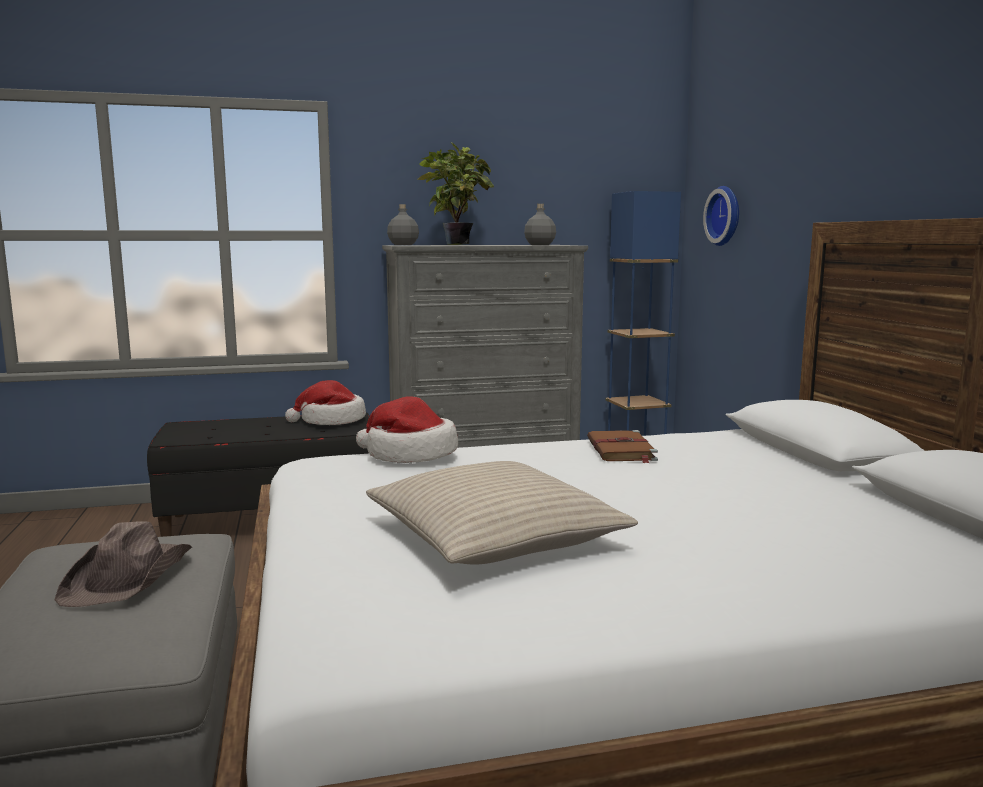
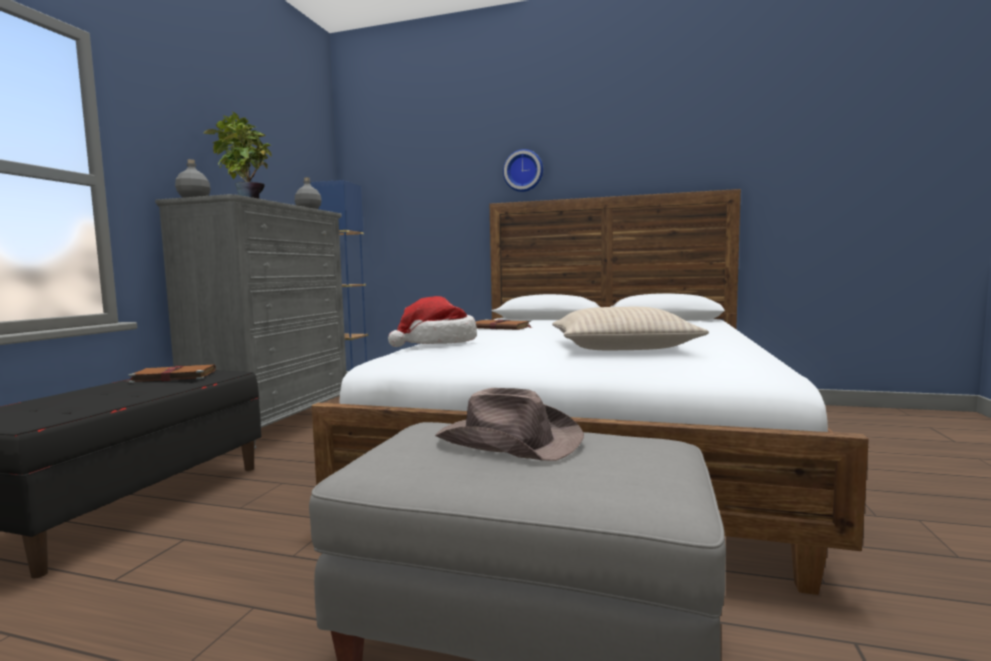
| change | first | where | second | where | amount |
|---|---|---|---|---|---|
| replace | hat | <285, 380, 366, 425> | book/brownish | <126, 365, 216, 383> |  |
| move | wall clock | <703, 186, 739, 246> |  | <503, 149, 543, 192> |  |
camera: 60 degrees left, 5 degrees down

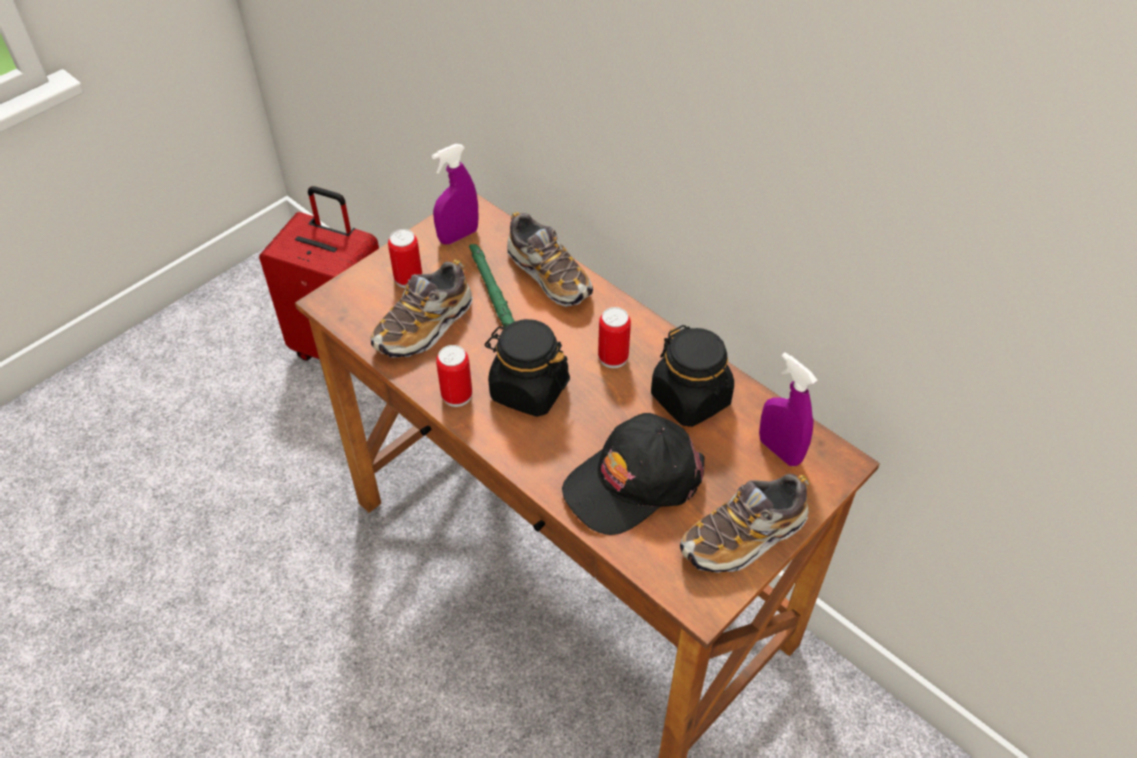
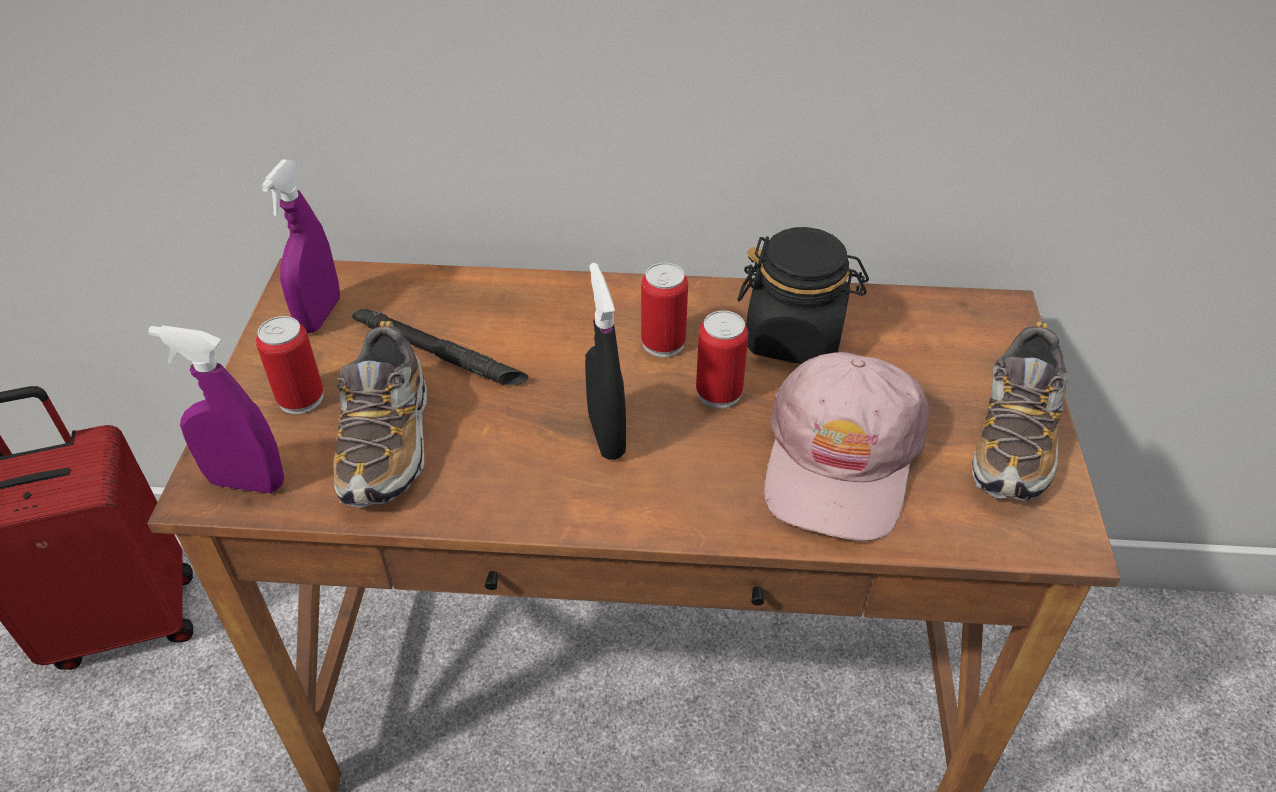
| change | first | where | second | where | amount |
|---|---|---|---|---|---|
| move | spray bottle/purple-coloured | <759, 352, 817, 466> |  | <148, 325, 284, 493> |  |
| recolor | torch/green | <469, 244, 515, 328> | torch/blackish | <352, 308, 528, 385> |  |
| replace | jar/blackish | <484, 319, 570, 417> | spray bottle/blackish | <585, 263, 626, 460> |  |
| move | sealed can | <436, 345, 472, 407> |  | <696, 311, 748, 409> |  |
| recolor | cap/blackish | <562, 413, 705, 535> | cap/pinkish | <764, 352, 929, 541> |  |
| delete | item of footwear | <507, 212, 593, 307> |  |  |  |
camera: 40 degrees left, 5 degrees down

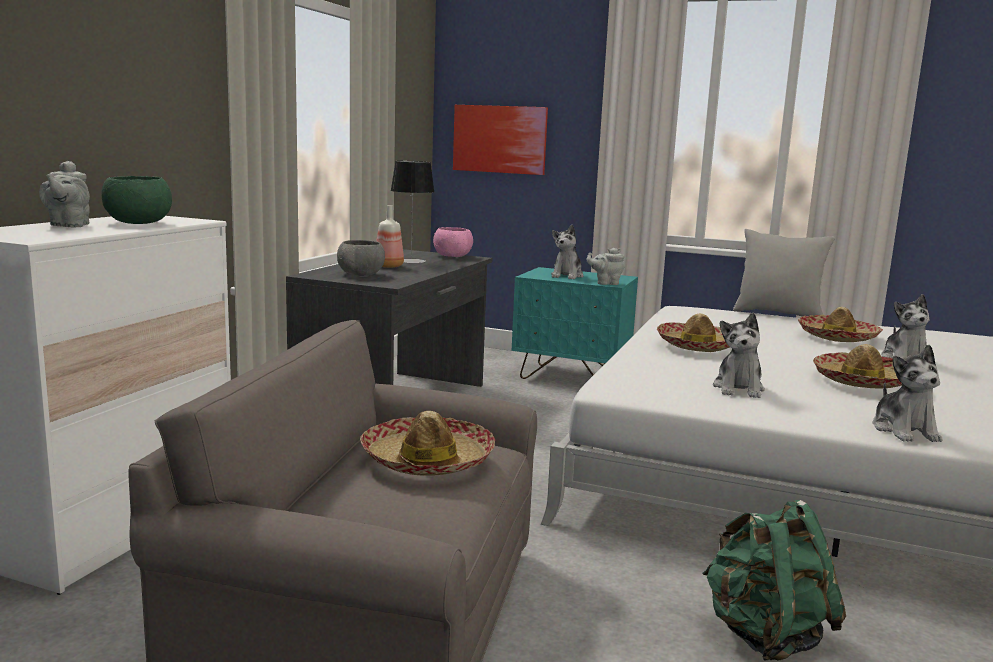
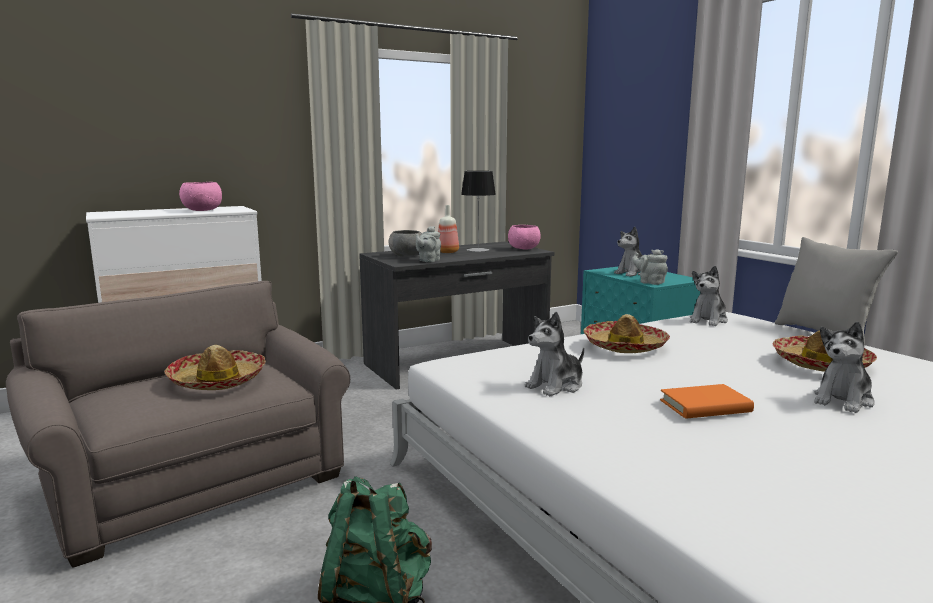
| change | first | where | second | where | amount |
|---|---|---|---|---|---|
| recolor | serving bowl/green | <101, 176, 172, 224> | serving bowl/pinkish | <179, 182, 222, 211> |  |
| move | tea pot/gray | <39, 161, 90, 227> |  | <416, 226, 441, 262> |  |
| replace | hat | <813, 344, 902, 388> | book/orange | <660, 384, 754, 419> |  |
| move | cuddly toy | <872, 345, 942, 442> |  | <690, 266, 728, 326> |  |
| delete | wall picture | <453, 105, 548, 175> |  |  |  |
camera: 40 degrees right, 0 degrees up

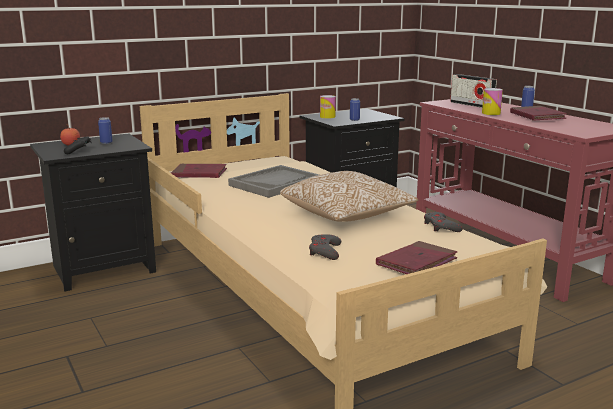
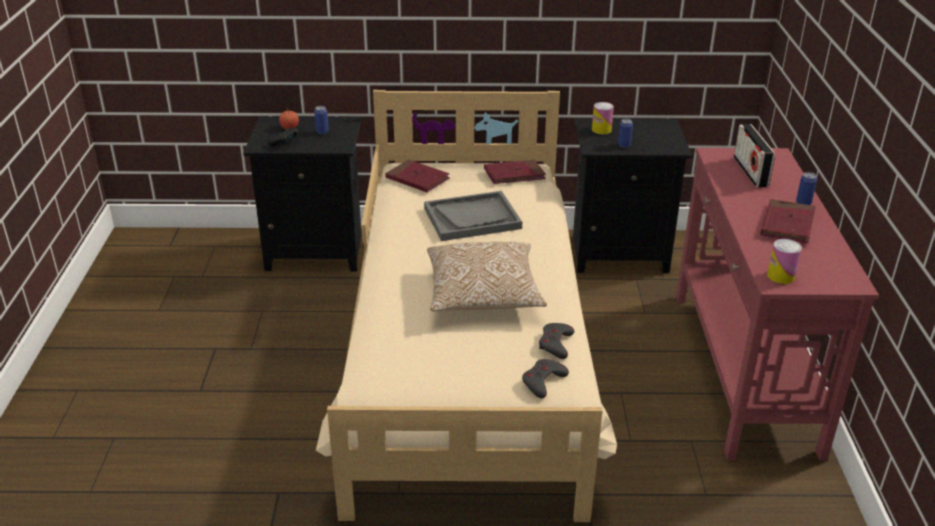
| change | first | where | second | where | amount |
|---|---|---|---|---|---|
| move | book/red | <376, 241, 457, 274> |  | <484, 159, 546, 184> |  |
| move | gamepad/gray | <309, 234, 341, 260> |  | <522, 359, 569, 398> |  |
| move | sealed can | <482, 88, 503, 115> |  | <767, 239, 802, 284> |  |
camera: 30 degrees right, 15 degrees up

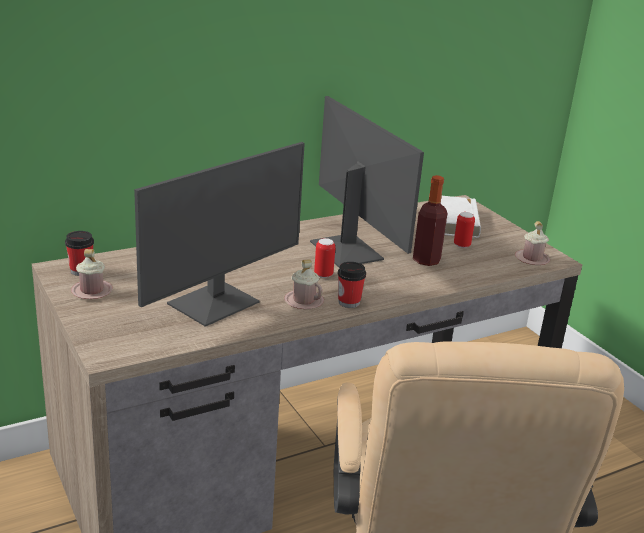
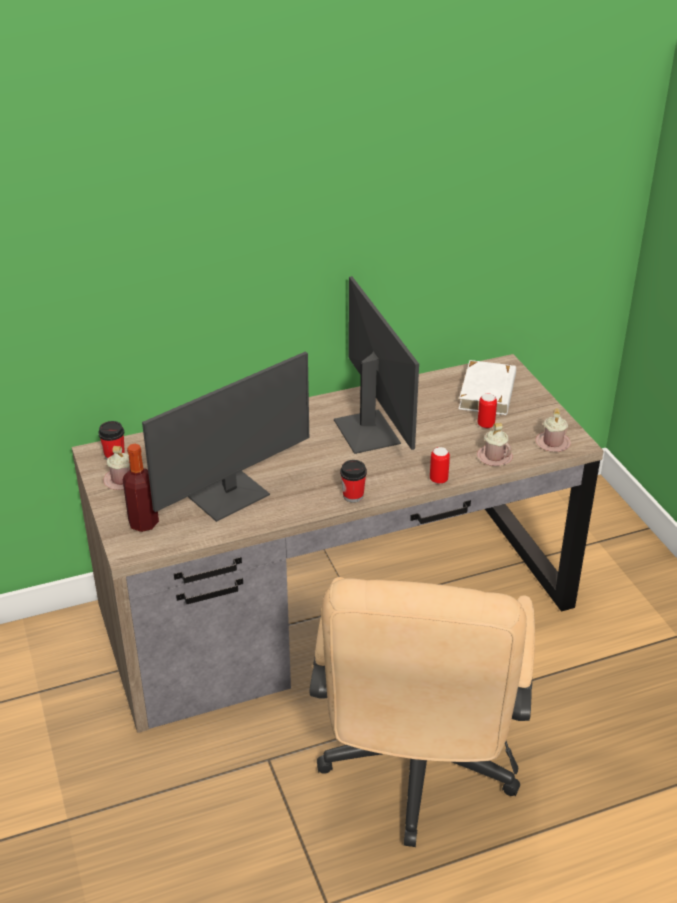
| change | first | where | second | where | amount |
|---|---|---|---|---|---|
| move | beverage bottle | <413, 175, 447, 266> |  | <123, 444, 159, 532> |  |
| move | sealed can | <314, 238, 336, 278> |  | <430, 447, 450, 484> |  |
| move | coffee mug/pinkish | <284, 259, 324, 309> |  | <477, 423, 513, 466> |  |
camera: 10 degrees right, 10 degrees up

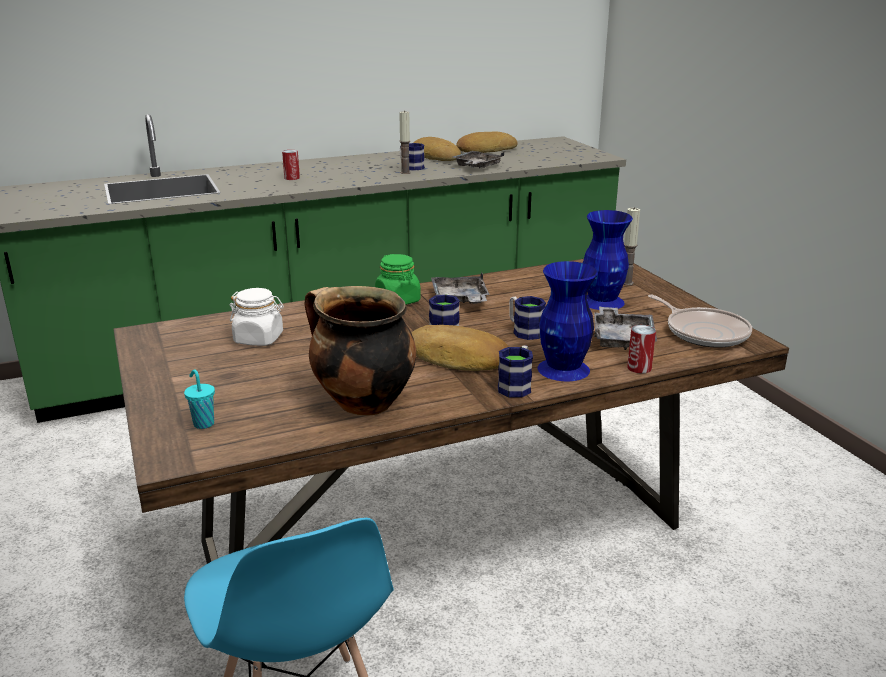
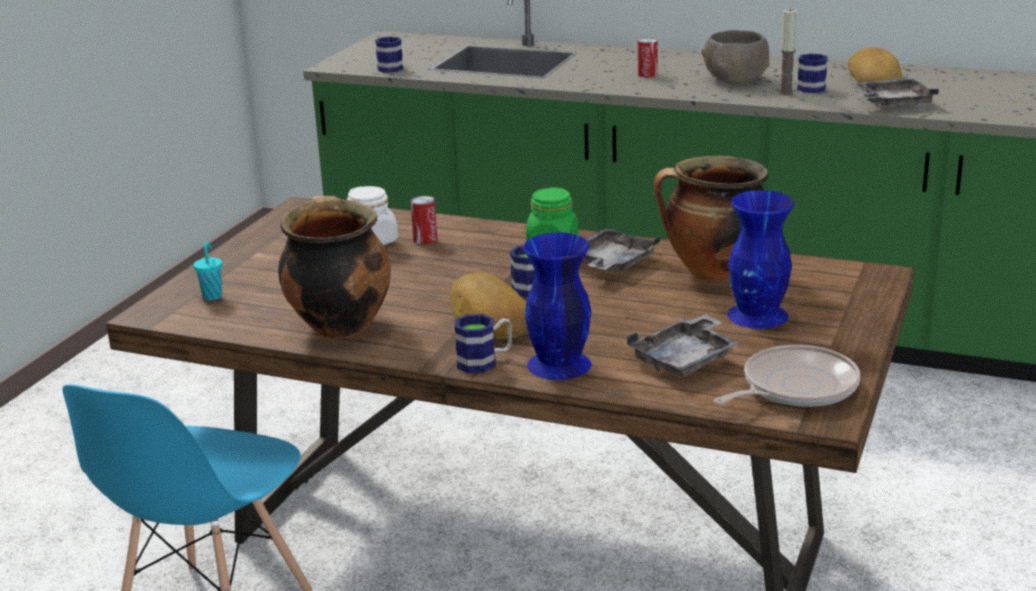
| change | first | where | second | where | amount |
|---|---|---|---|---|---|
| move | coffee mug | <509, 296, 546, 340> |  | <375, 36, 403, 73> |  |
| move | sealed can | <627, 325, 656, 374> |  | <410, 196, 437, 245> |  |
| insert |  |  | saucepot | <654, 156, 769, 282> |  |
| insert |  |  | serving bowl/gray | <701, 30, 770, 83> |  |
| rotate | frying pan | <648, 295, 752, 348> |  | <714, 345, 861, 407> | 135 degrees counterclockwise |
| delete | bread | <456, 131, 518, 153> |  |  |  |
| delete | wax candle | <624, 207, 640, 285> |  |  |  |
camera: 45 degrees right, 0 degrees up

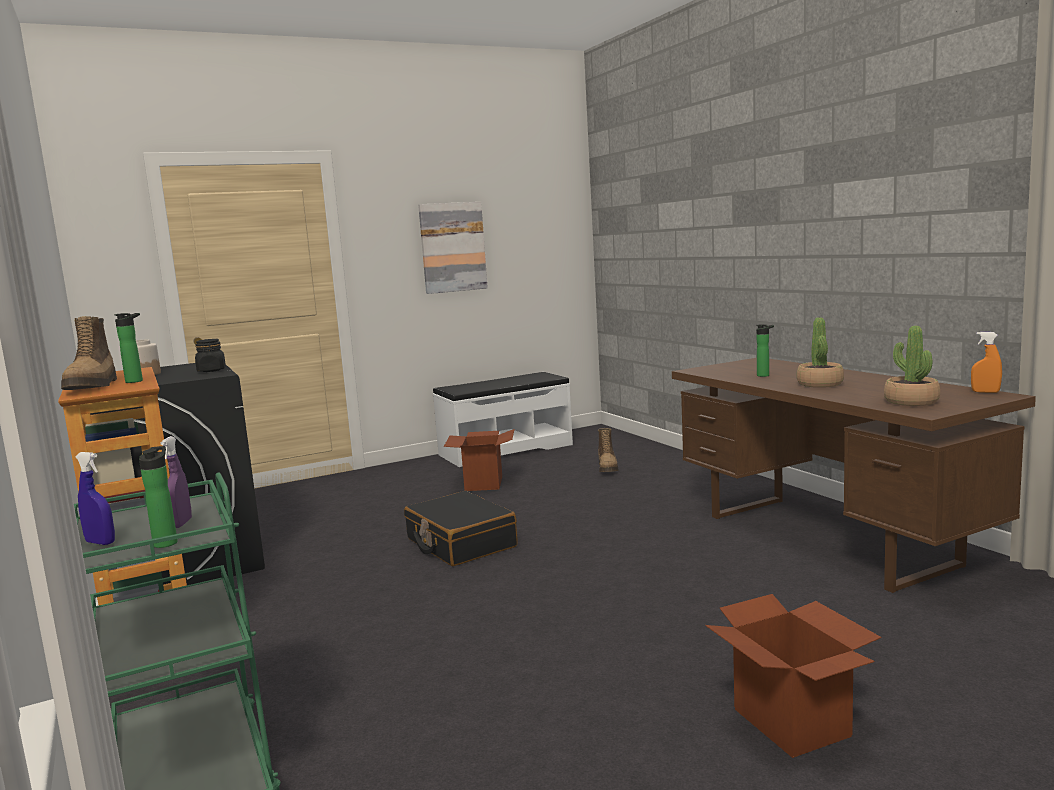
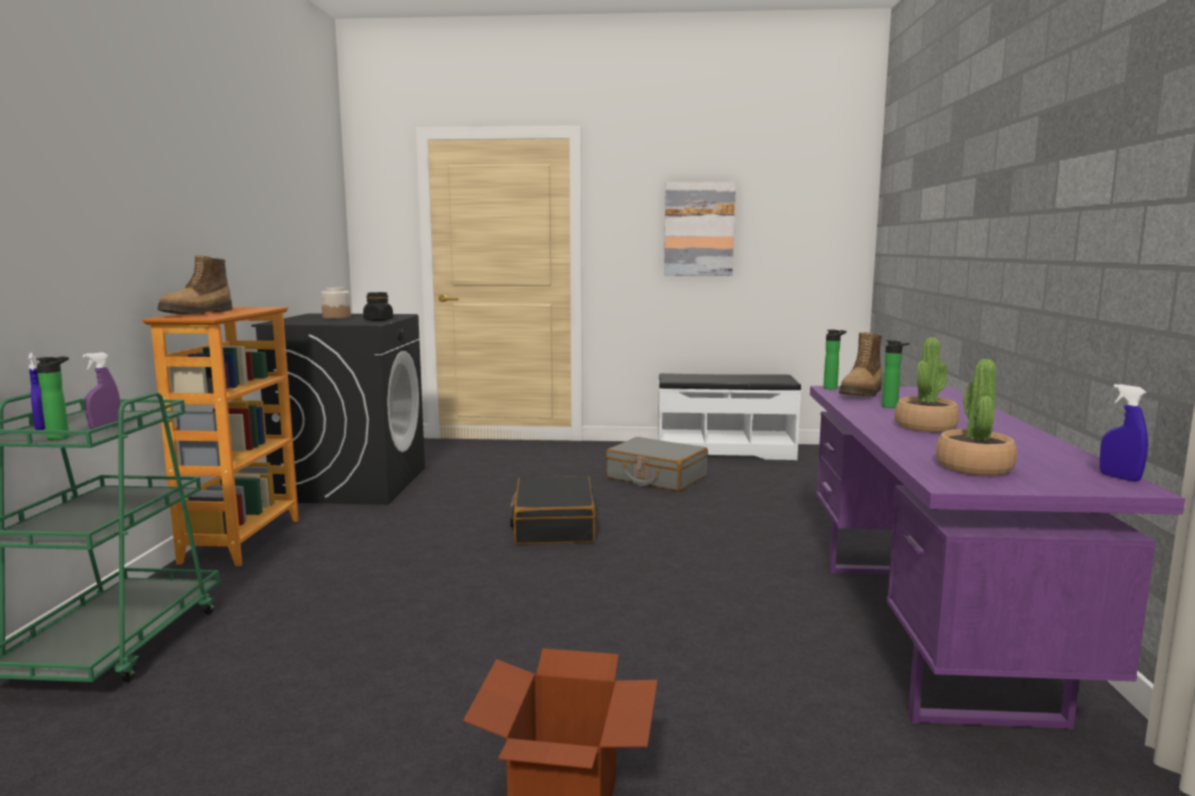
| change | first | where | second | where | amount |
|---|---|---|---|---|---|
| replace | cardboard box | <444, 429, 515, 491> | suitcase/gray | <606, 437, 708, 492> |  |
| recolor | desk/brownish | <672, 358, 1036, 593> | desk/purple-coloured | <810, 386, 1185, 729> |  |
| move | beverage bottle | <114, 313, 143, 383> |  | <823, 329, 847, 390> |  |
| move | high-top boot | <598, 428, 619, 472> |  | <839, 332, 882, 397> |  |
| recolor | spray bottle/orange | <971, 332, 1002, 393> | spray bottle/blue-coloured | <1100, 384, 1148, 482> |  |
camera: 30 degrees right, 0 degrees up

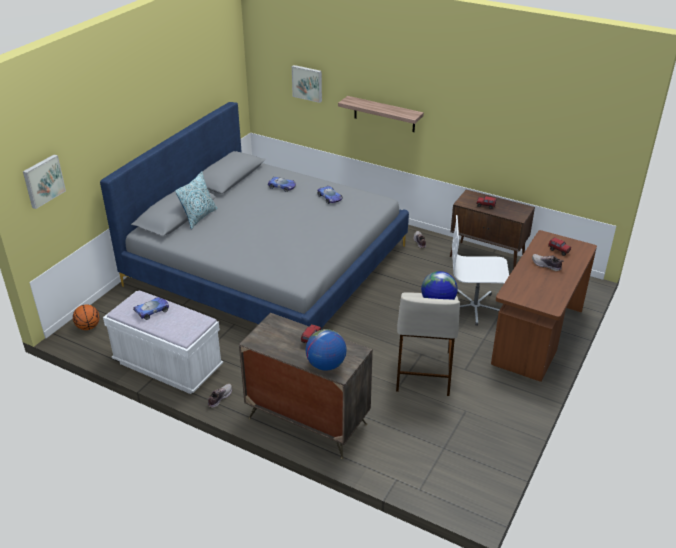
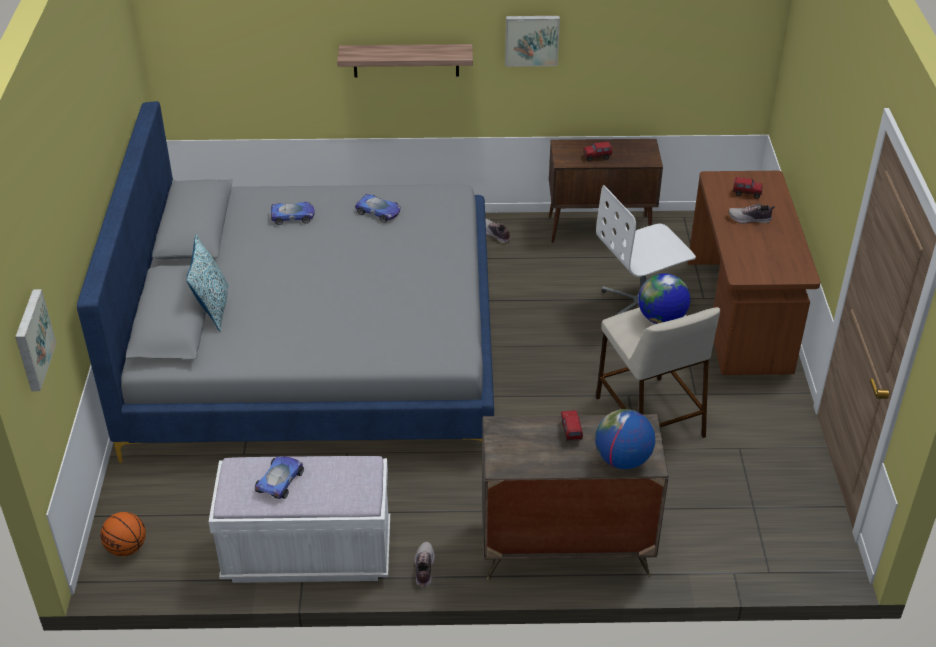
| change | first | where | second | where | amount |
|---|---|---|---|---|---|
| move | wall picture | <292, 65, 322, 103> |  | <505, 16, 560, 66> |  |
camera: 30 degrees left, 5 degrees up

